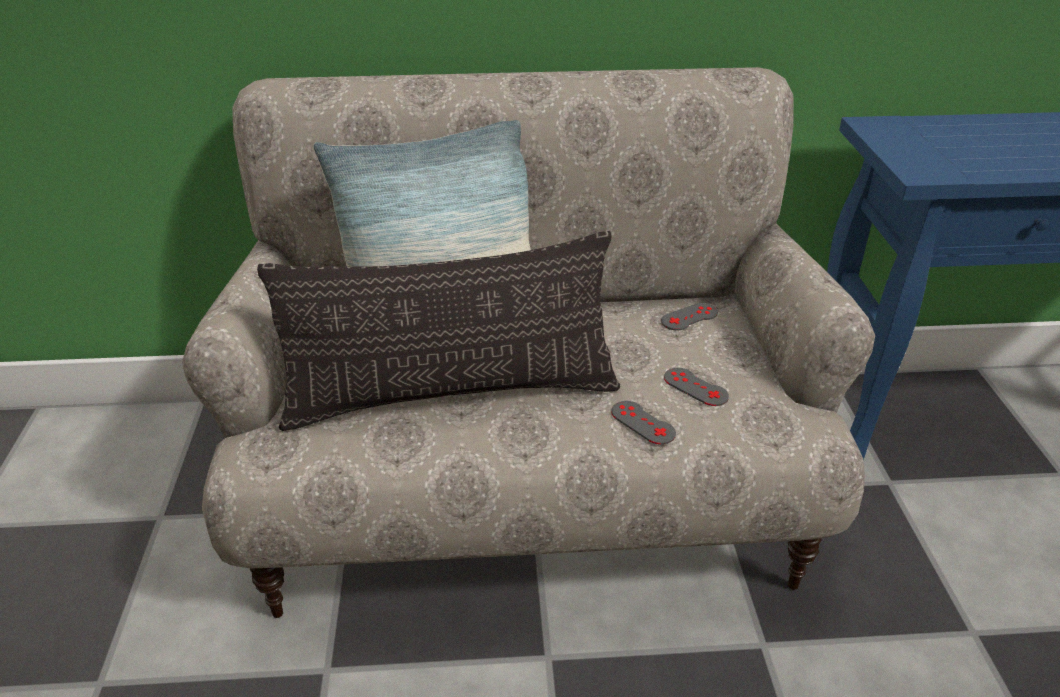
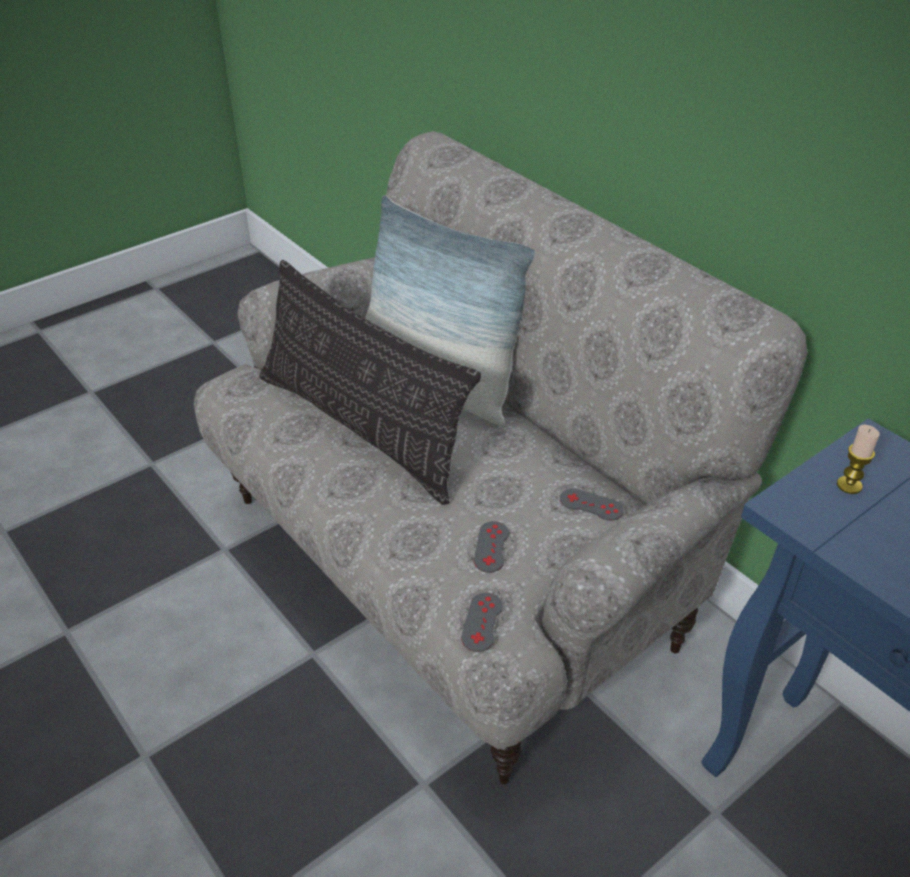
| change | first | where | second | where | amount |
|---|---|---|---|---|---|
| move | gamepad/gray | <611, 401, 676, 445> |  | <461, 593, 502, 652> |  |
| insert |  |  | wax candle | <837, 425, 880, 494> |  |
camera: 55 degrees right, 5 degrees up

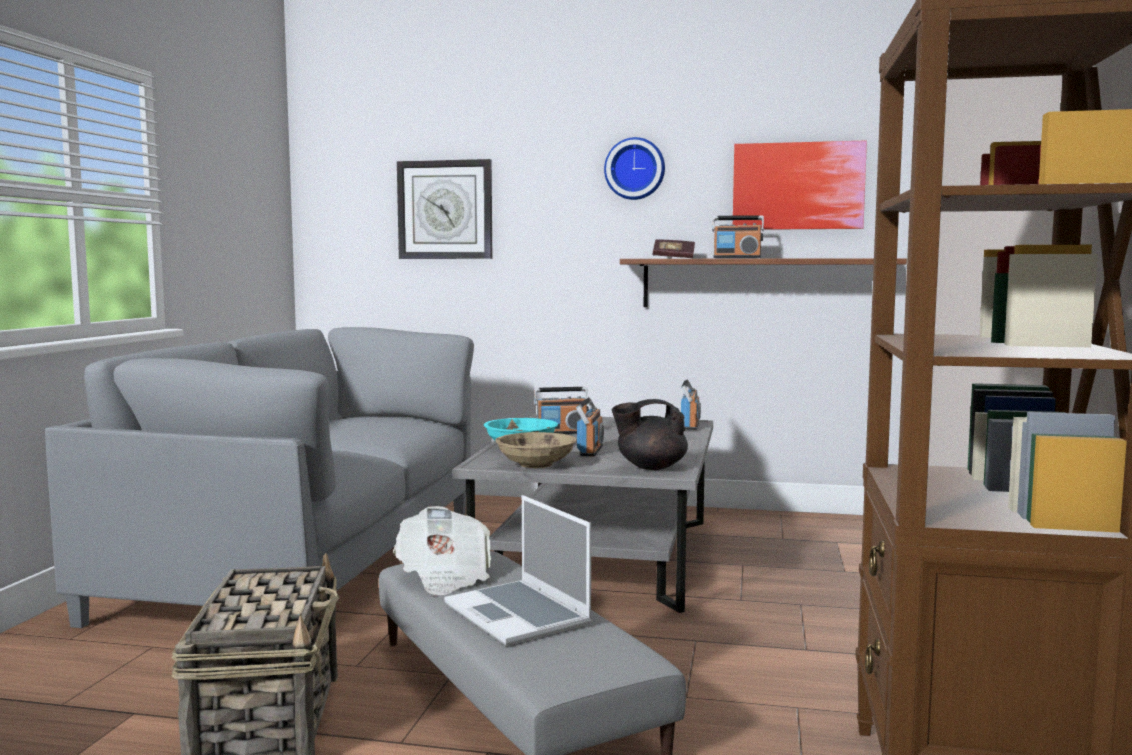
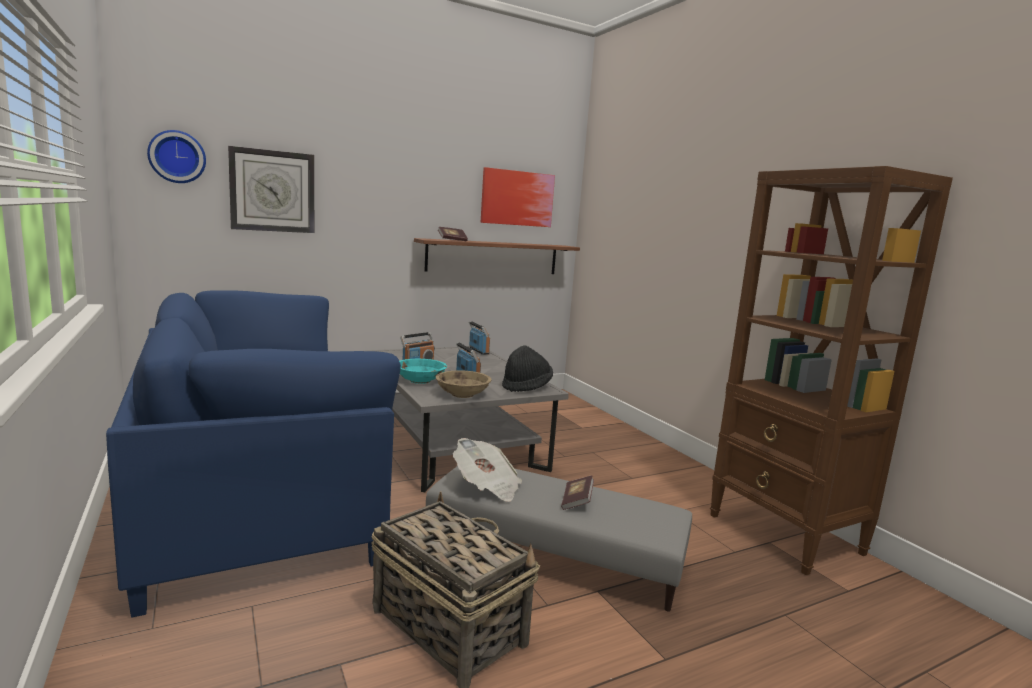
| change | first | where | second | where | amount |
|---|---|---|---|---|---|
| recolor | couch/gray | <45, 327, 474, 628> | couch/blue-coloured | <106, 290, 401, 618> |  |
| move | wall clock | <604, 137, 665, 200> |  | <147, 130, 206, 183> |  |
| replace | tea pot/blackish | <612, 399, 688, 470> | hat/blackish | <502, 345, 553, 392> |  |
| replace | portable computer | <445, 495, 592, 646> | book | <561, 475, 594, 510> |  |
| delete | radio | <712, 215, 764, 258> |  |  |  |
camera: 40 degrees left, 5 degrees up

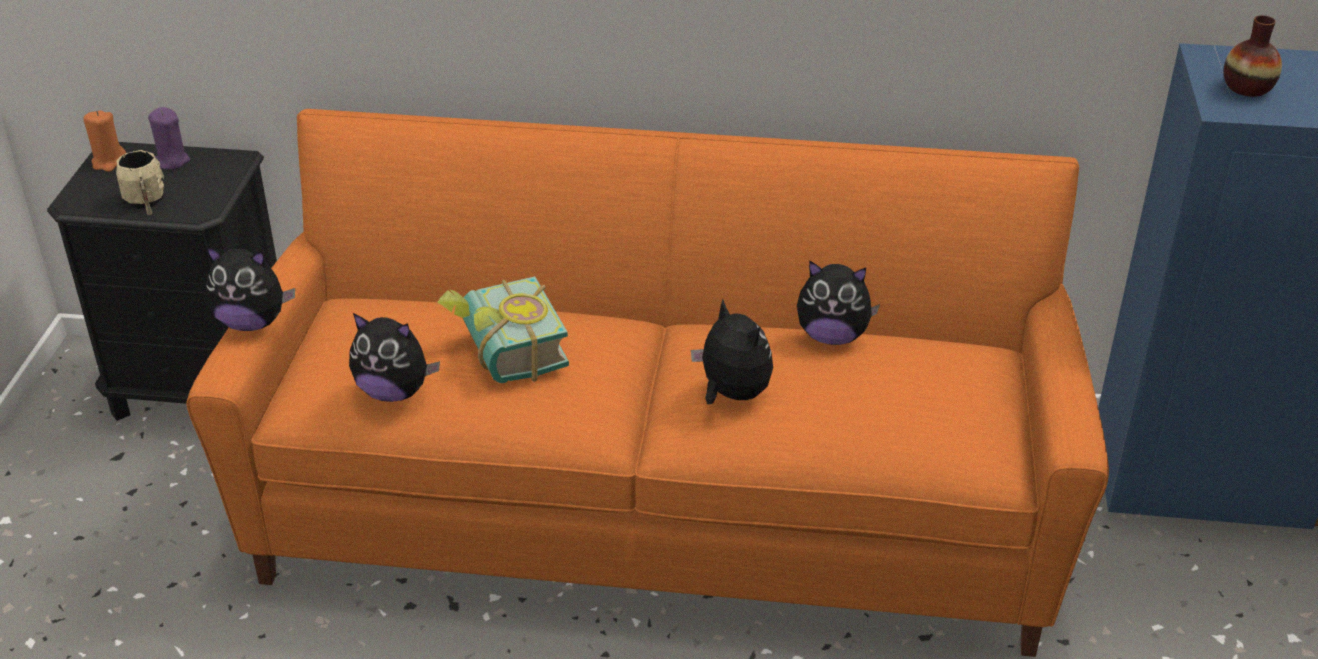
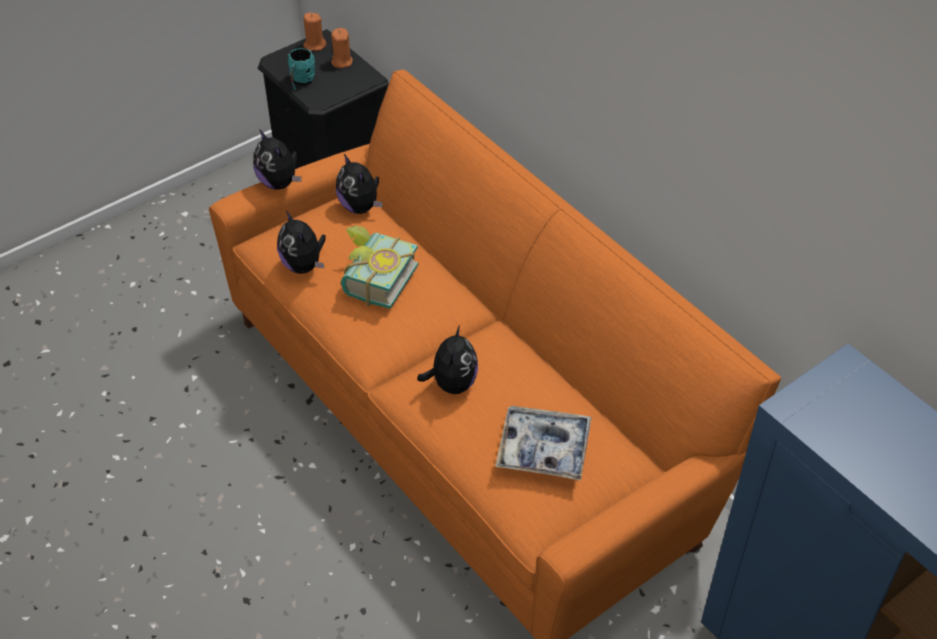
| change | first | where | second | where | amount |
|---|---|---|---|---|---|
| recolor | coffee mug/beige | <116, 150, 164, 215> | coffee mug/turquoise | <288, 48, 315, 90> |  |
| recolor | wax candle/purple-coloured | <148, 107, 190, 170> | wax candle/orange | <331, 28, 353, 68> |  |
| move | cuddly toy | <797, 260, 880, 345> |  | <336, 154, 383, 214> |  |
| insert |  |  | serving tray | <495, 406, 591, 481> |  |
| delete | decorative vase | <1224, 15, 1282, 97> |  |  |  |
camera: 45 degrees right, 10 degrees up

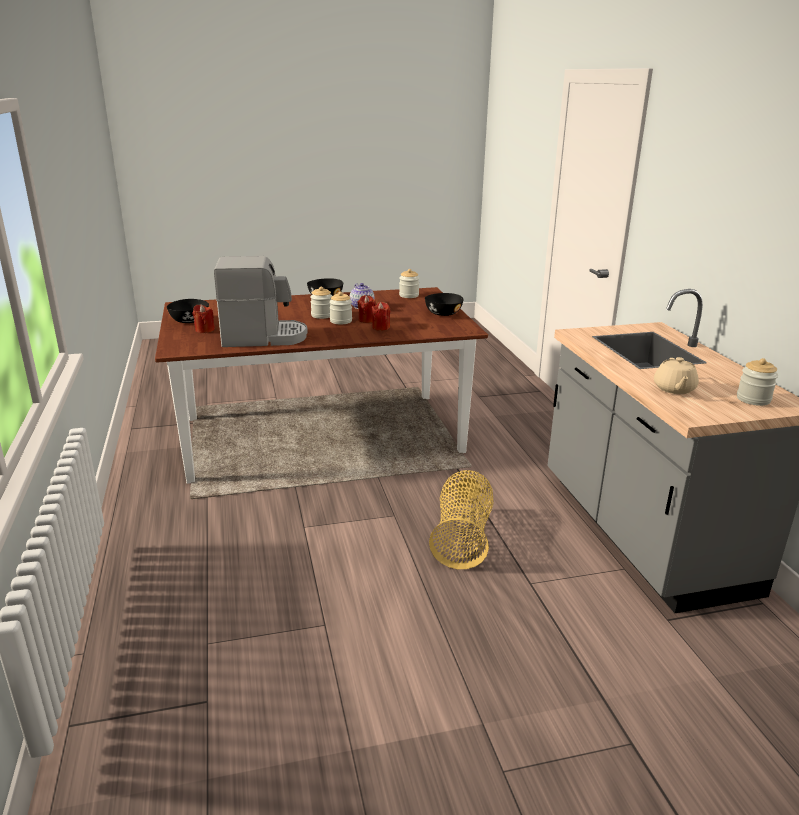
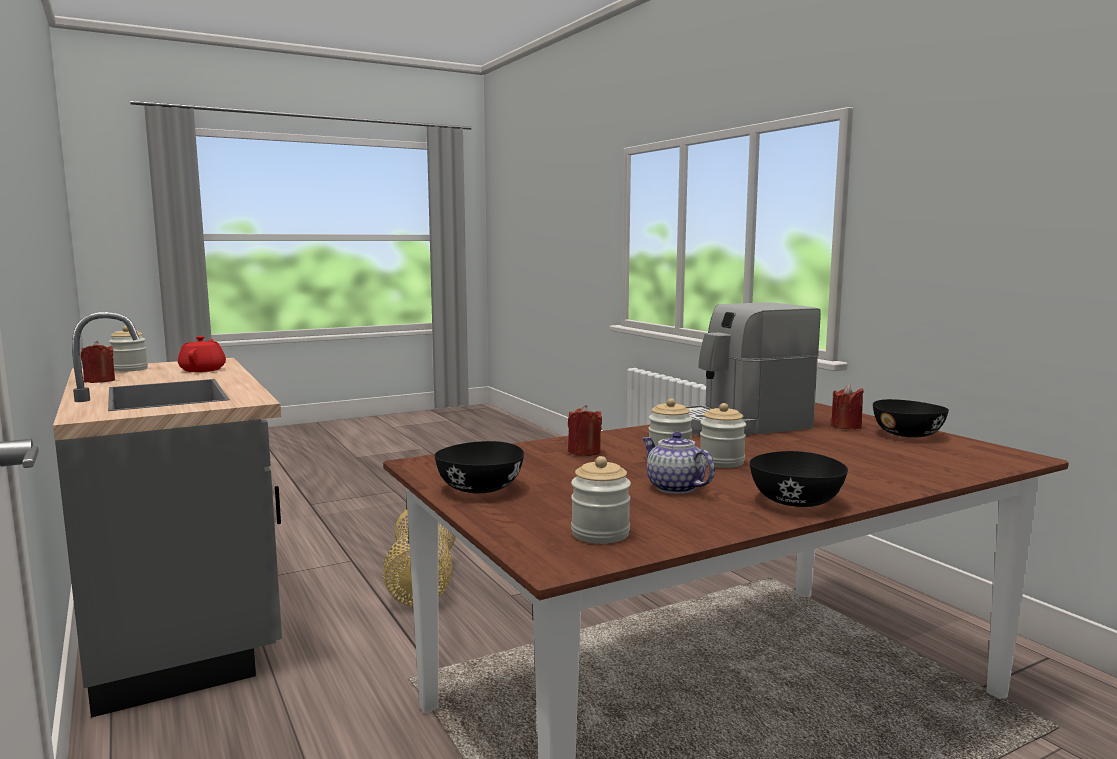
| change | first | where | second | where | amount |
|---|---|---|---|---|---|
| move | wax candle/red | <358, 295, 376, 323> |  | <81, 341, 115, 383> |  |
| recolor | tea pot/beige | <654, 357, 699, 394> | tea pot/red | <178, 336, 226, 372> |  |
camera: 165 degrees right, 15 degrees down

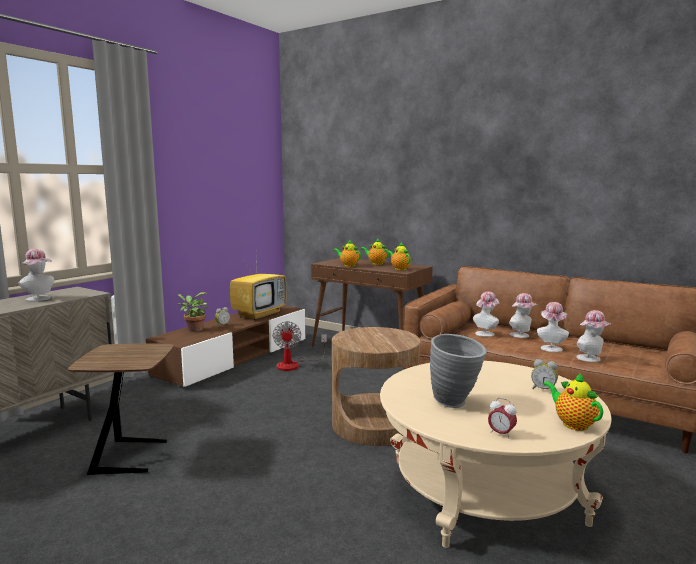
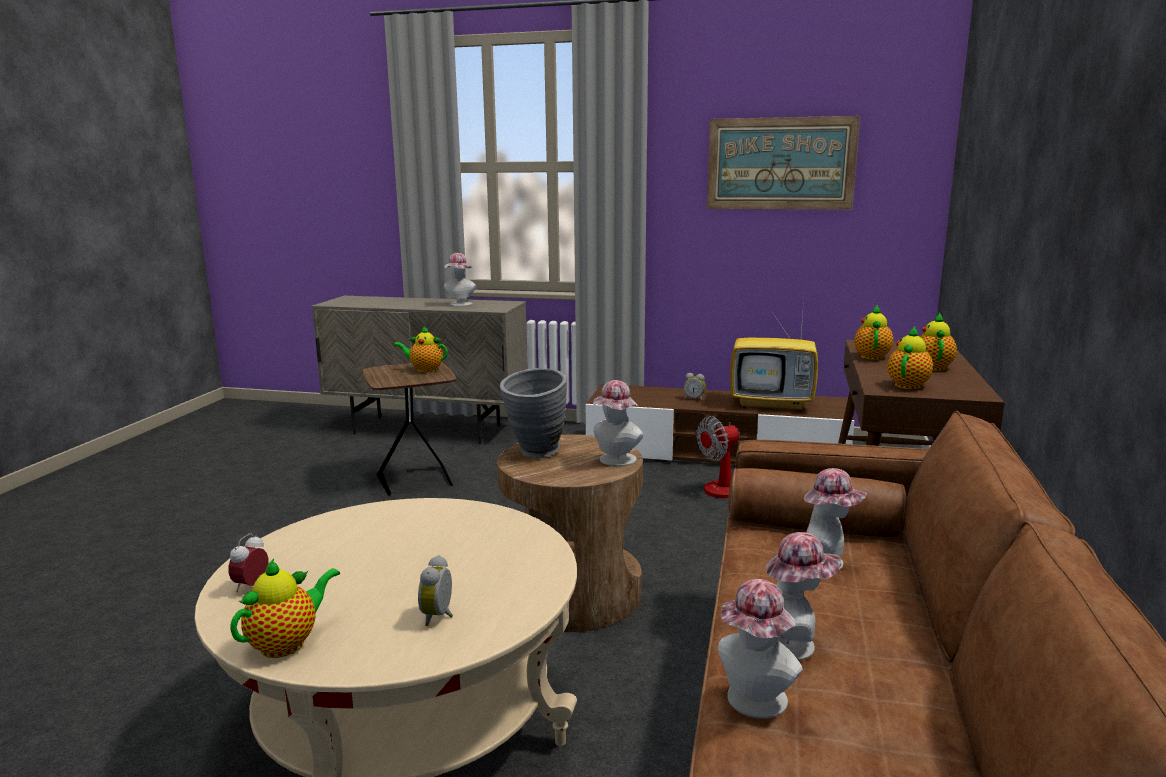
| change | first | where | second | where | amount |
|---|---|---|---|---|---|
| insert |  |  | tea pot | <393, 326, 448, 372> |  |
| move | decorative vase/gray | <430, 334, 487, 408> |  | <500, 368, 567, 458> |  |
| move | hat | <509, 293, 538, 338> |  | <593, 380, 643, 466> |  |
| insert |  |  | wall picture | <707, 116, 860, 210> |  |
| delete | potted plant | <177, 292, 208, 332> |  |  |  |
camera: 70 degrees right, 5 degrees up

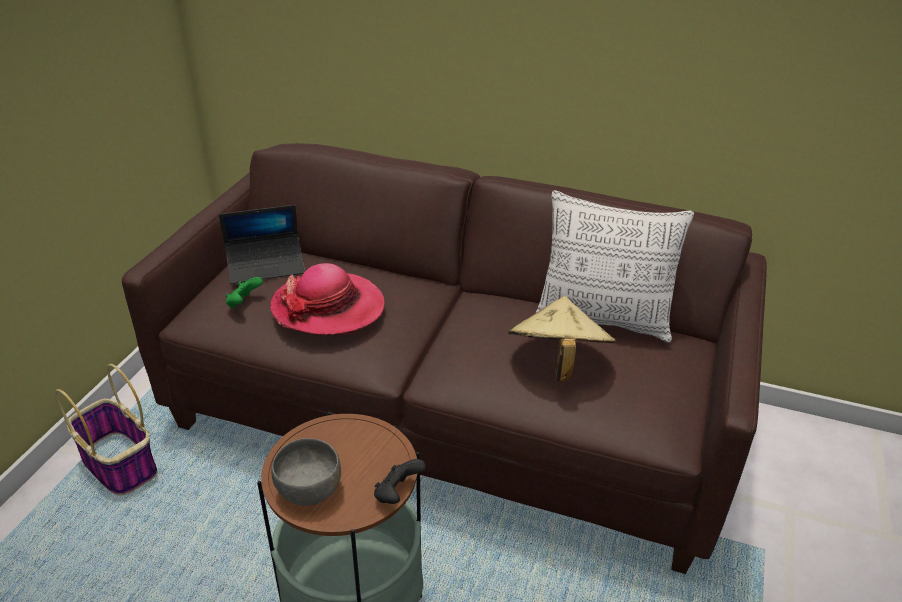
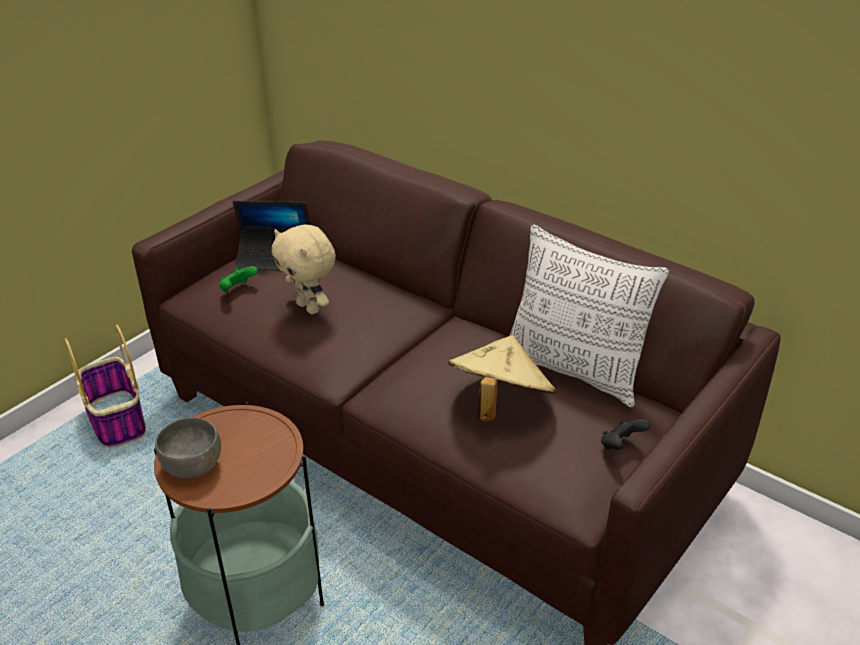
| change | first | where | second | where | amount |
|---|---|---|---|---|---|
| replace | hat | <270, 263, 385, 335> | cuddly toy/beige | <272, 225, 336, 314> |  |
| move | gamepad/blackish | <374, 459, 426, 504> |  | <601, 419, 650, 450> |  |
camera: 20 degrees right, 0 degrees up

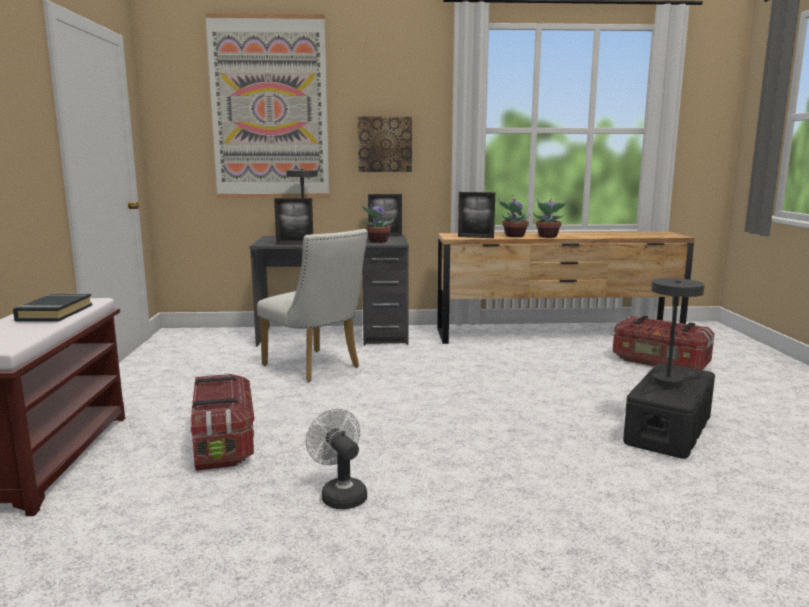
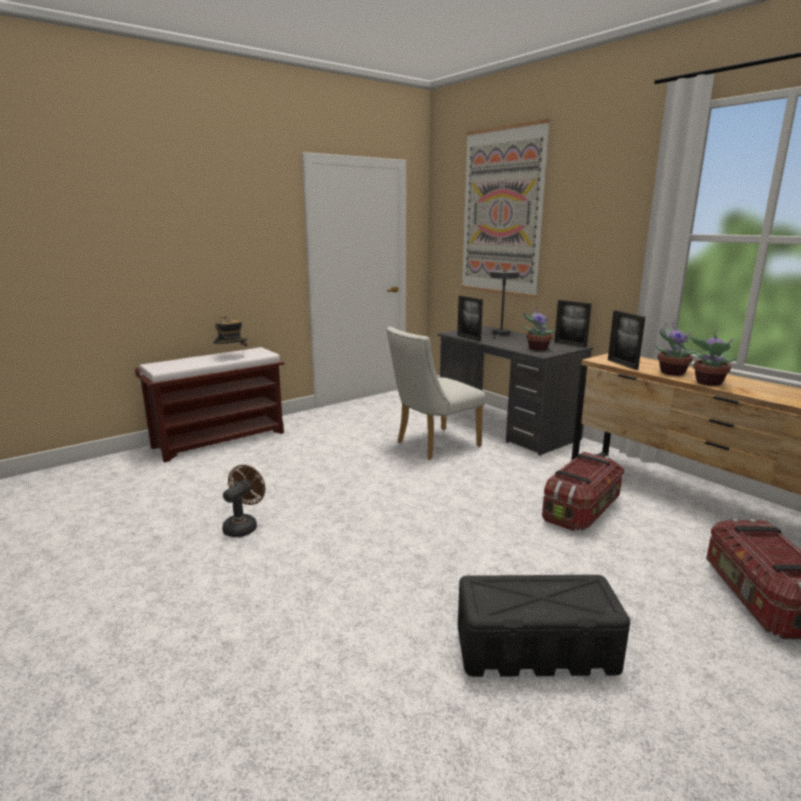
| change | first | where | second | where | amount |
|---|---|---|---|---|---|
| replace | book/blackish | <13, 294, 92, 322> | hat | <213, 316, 248, 353> |  |
| recolor | fan/white | <306, 408, 367, 509> | fan/brownish | <222, 465, 265, 537> |  |
| rotate | chair/white | <257, 229, 368, 382> |  | <386, 327, 486, 460> | 45 degrees clockwise |
| move | storage bin | <191, 373, 254, 471> |  | <542, 452, 624, 531> |  |
| delete | wall picture | <358, 117, 412, 172> |  |  |  |
| delete | tabletop lamp/gray | <651, 278, 708, 387> |  |  |  |
camera: 55 degrees right, 5 degrees up

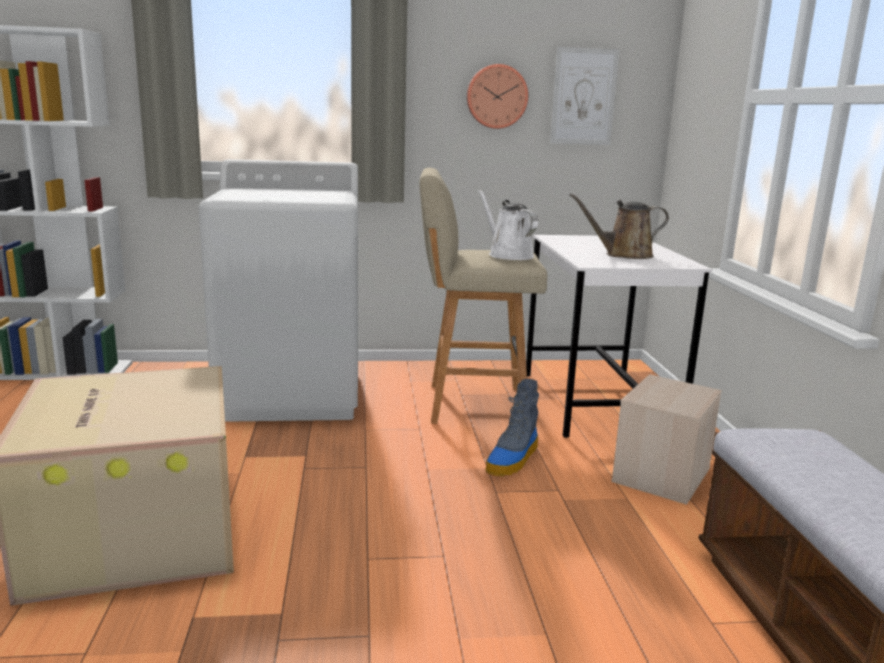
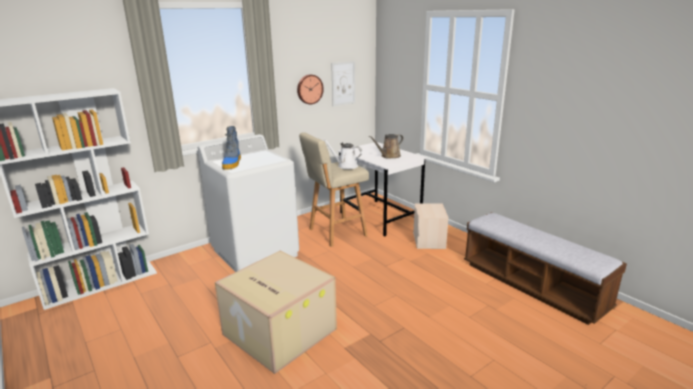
| change | first | where | second | where | amount |
|---|---|---|---|---|---|
| move | high-top boot | <486, 379, 539, 477> |  | <222, 126, 241, 170> |  |
camera: 30 degrees left, 5 degrees up

